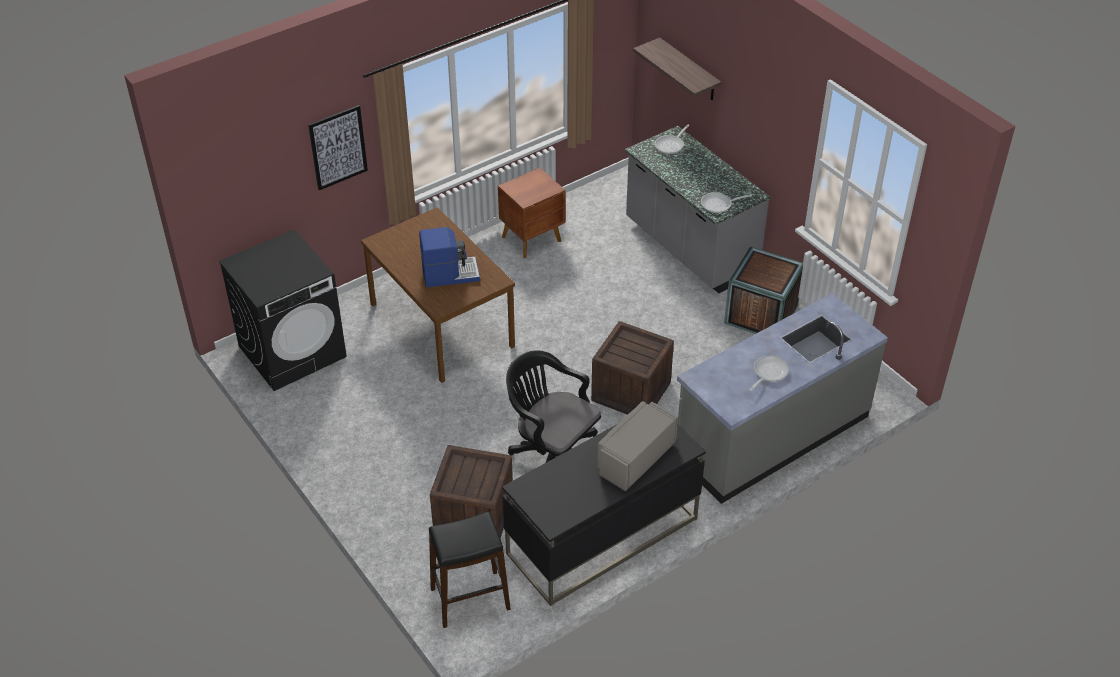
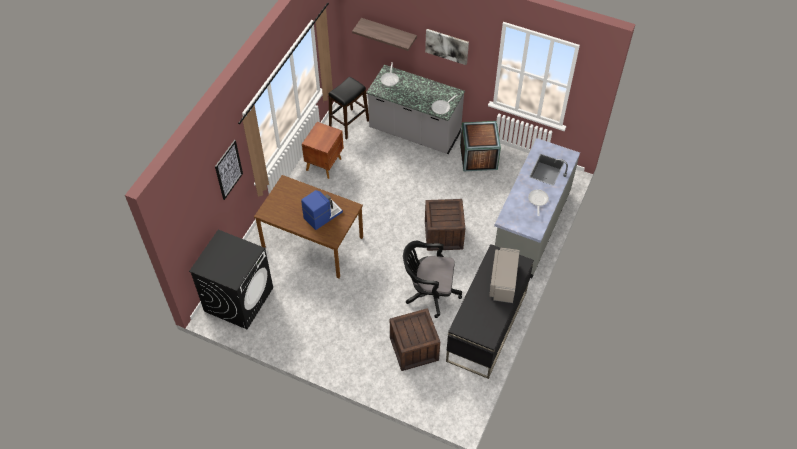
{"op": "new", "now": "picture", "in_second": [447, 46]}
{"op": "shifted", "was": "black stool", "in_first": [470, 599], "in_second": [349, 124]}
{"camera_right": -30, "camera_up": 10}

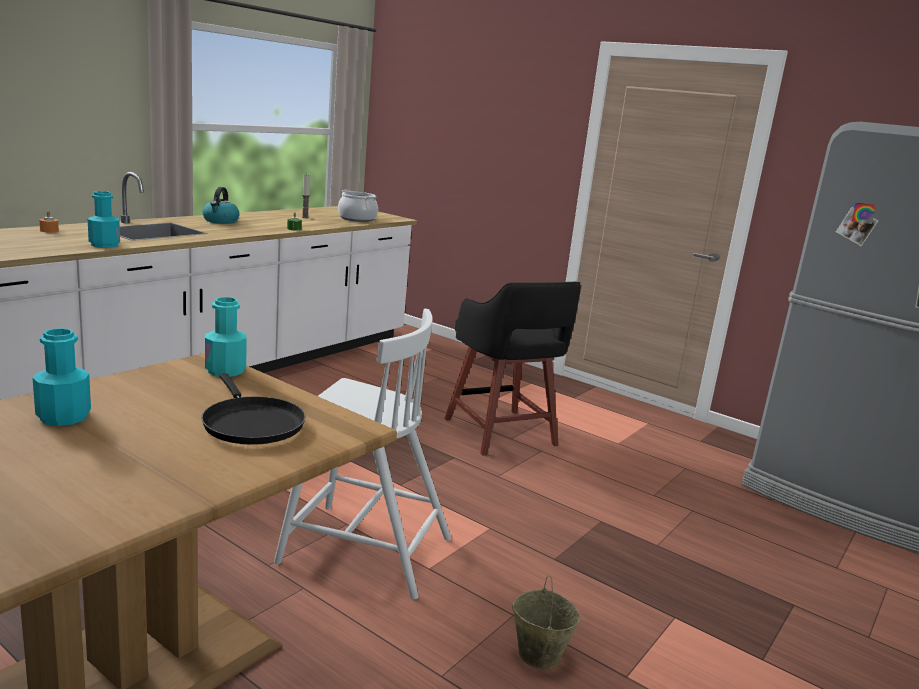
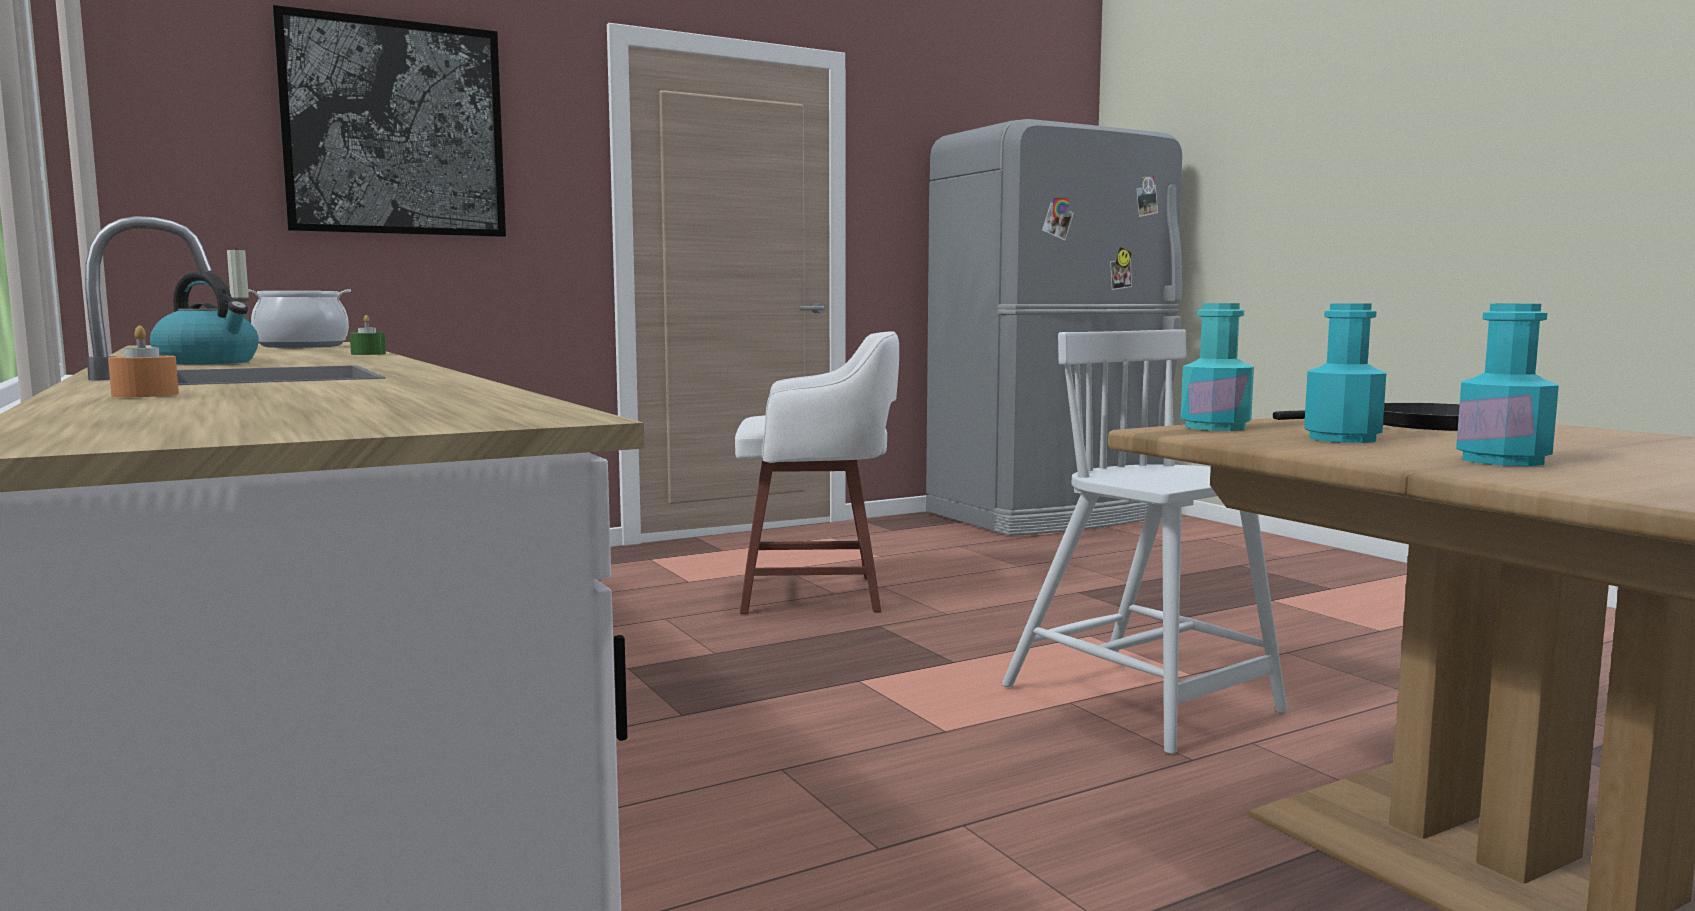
{"op": "gone", "was": "beige bucket", "in_first": [538, 653]}
{"op": "new", "now": "picture", "in_second": [394, 128]}
{"op": "shifted", "was": "turquoise bottle", "in_first": [104, 245], "in_second": [1342, 438]}
{"op": "repainted", "was": "black stool", "now": "white stool", "in_first": [501, 434], "in_second": [816, 595]}
{"op": "rotated", "was": "white chair", "in_first": [363, 549], "in_second": [1143, 700], "clockwise": -75}
{"camera_right": -65, "camera_up": -10}

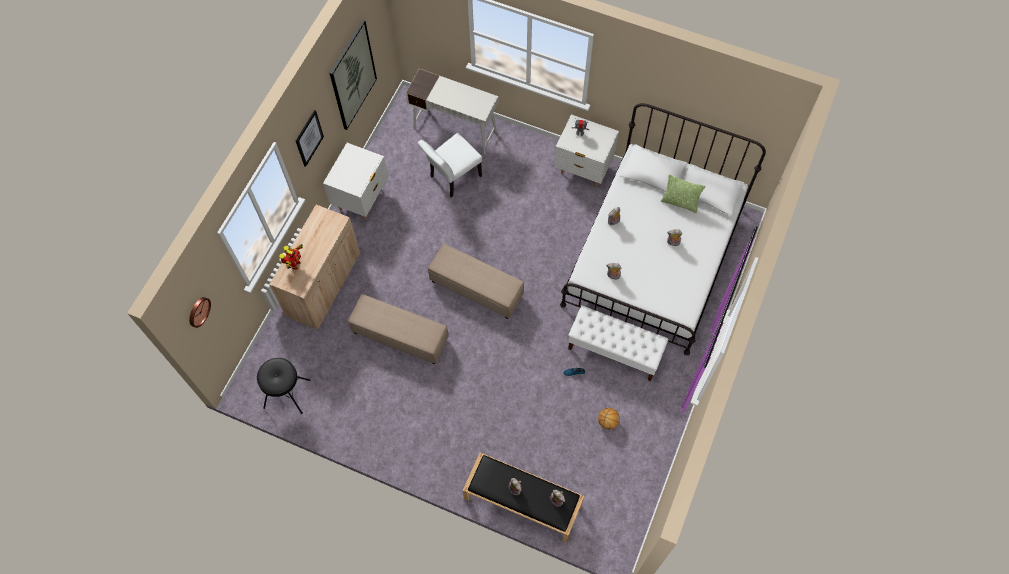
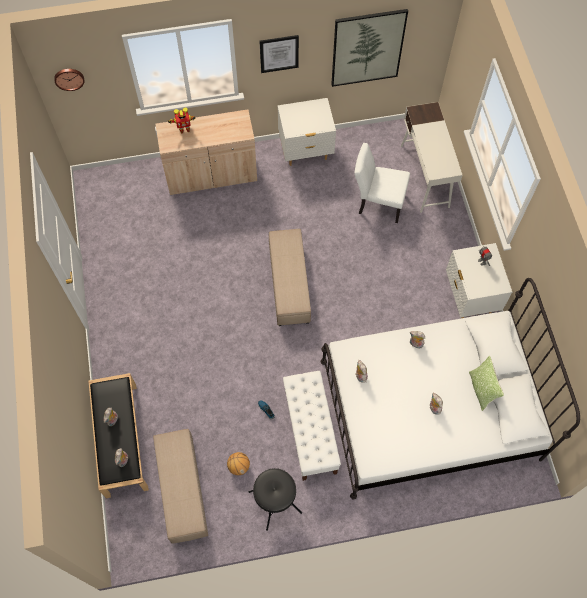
{"op": "shifted", "was": "black stool", "in_first": [287, 393], "in_second": [275, 502]}
{"op": "shifted", "was": "beige ottoman", "in_first": [400, 335], "in_second": [183, 490]}
{"camera_right": 55, "camera_up": 0}

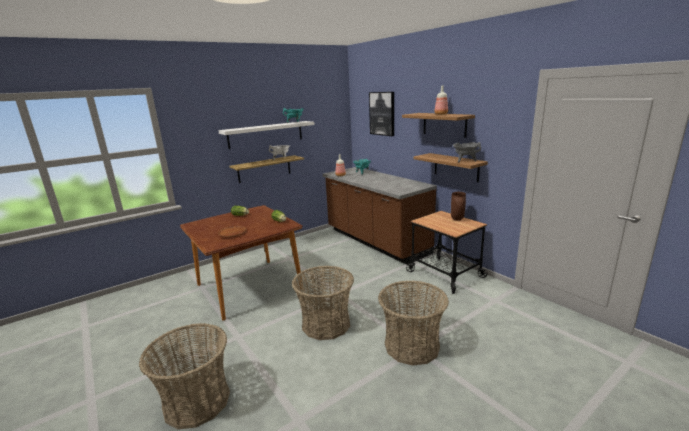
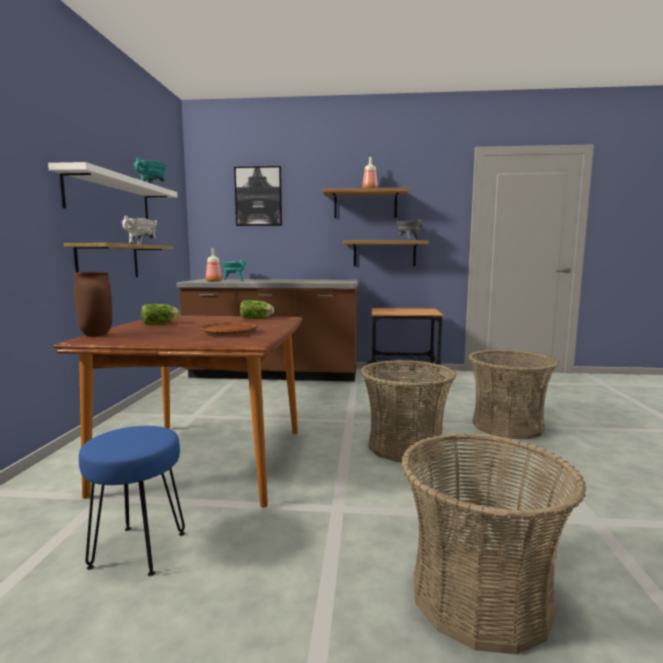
{"op": "new", "now": "blue stool", "in_second": [137, 550]}
{"op": "shifted", "was": "brown vase", "in_first": [457, 219], "in_second": [97, 335]}
{"camera_right": -50, "camera_up": -10}

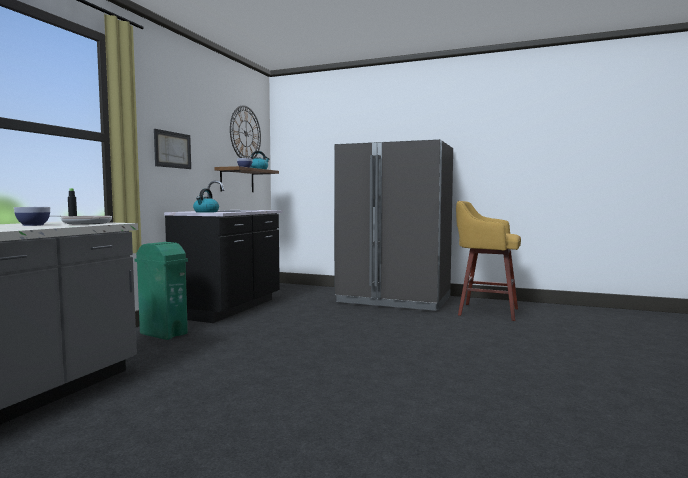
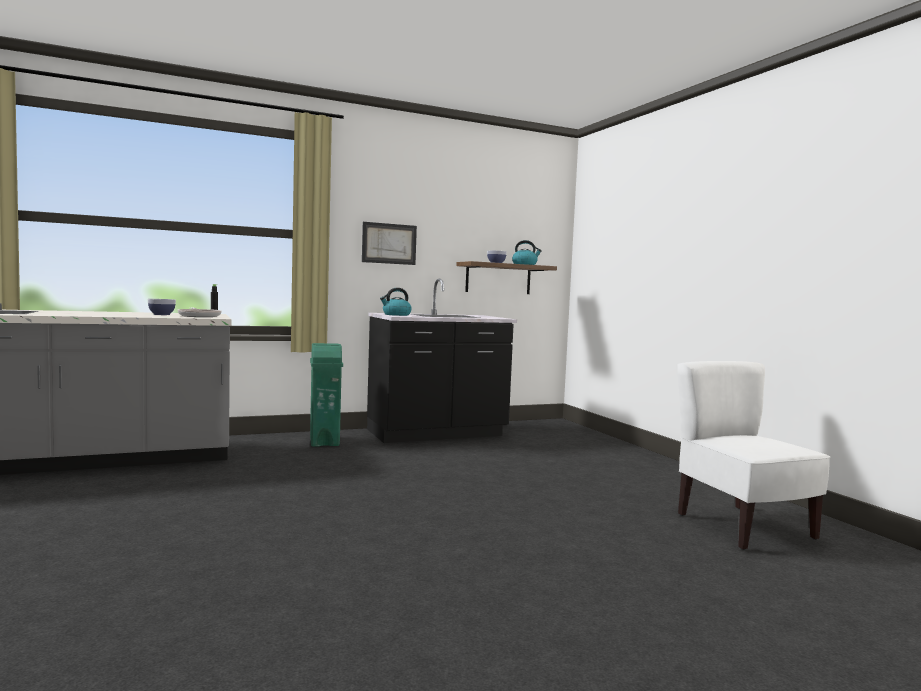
{"op": "gone", "was": "wall clock", "in_first": [245, 133]}
{"op": "gone", "was": "grey fridge", "in_first": [394, 300]}
{"op": "swapped", "was": "yellow stool", "now": "white chair", "in_first": [486, 311], "in_second": [742, 527]}
{"camera_right": 45, "camera_up": 0}

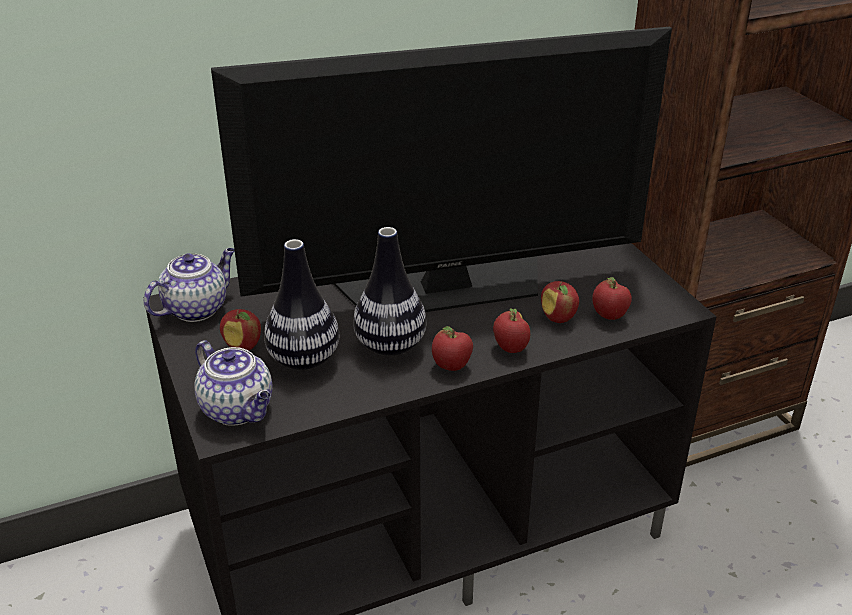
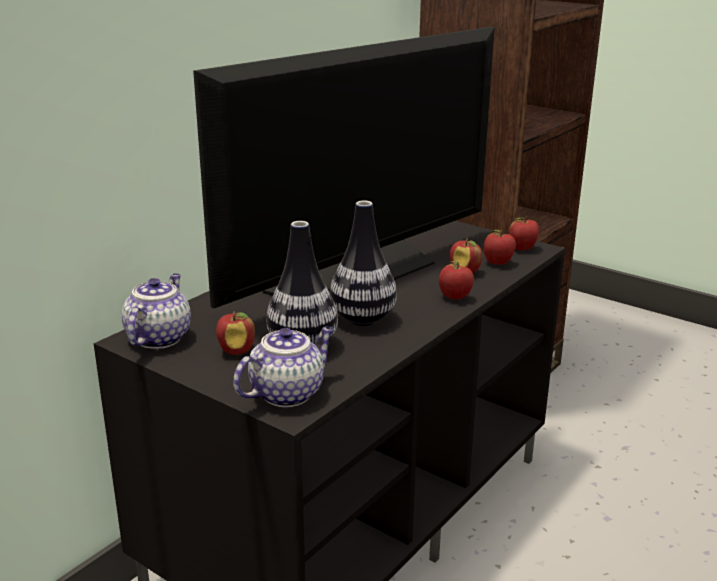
{"op": "shifted", "was": "apple", "in_first": [451, 367], "in_second": [522, 249]}
{"op": "rotated", "was": "teapot", "in_first": [239, 410], "in_second": [287, 393], "clockwise": -60}
{"camera_right": -30, "camera_up": -10}

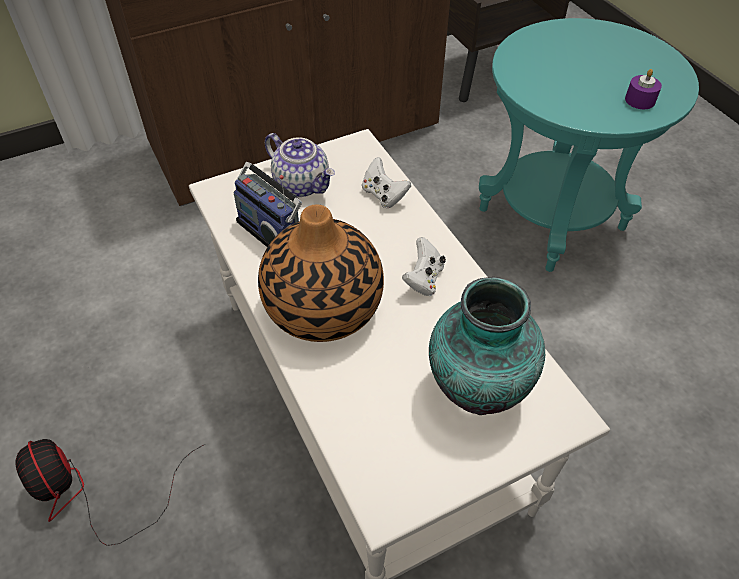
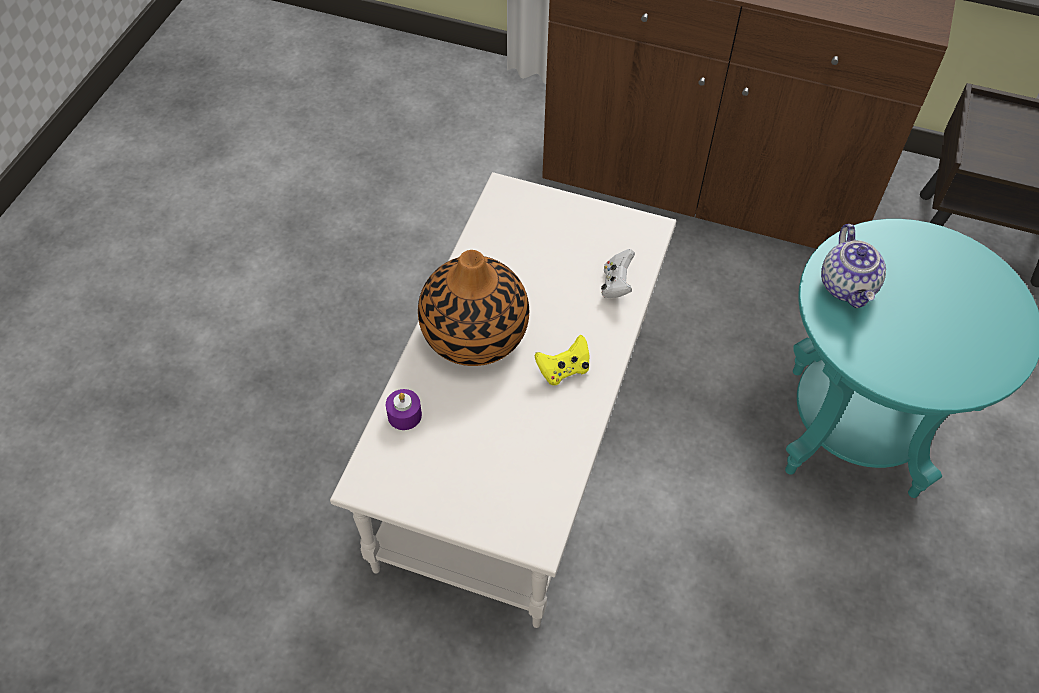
{"op": "gone", "was": "fan", "in_first": [90, 493]}
{"op": "gone", "was": "radio", "in_first": [272, 232]}
{"op": "gone", "was": "vase", "in_first": [475, 389]}
{"op": "shifted", "was": "teapot", "in_first": [302, 184], "in_second": [848, 286]}
{"op": "shifted", "was": "purple candle", "in_first": [640, 100], "in_second": [404, 415]}
{"op": "repainted", "was": "white game controller", "now": "yellow game controller", "in_first": [423, 279], "in_second": [563, 370]}
{"camera_right": 45, "camera_up": 5}

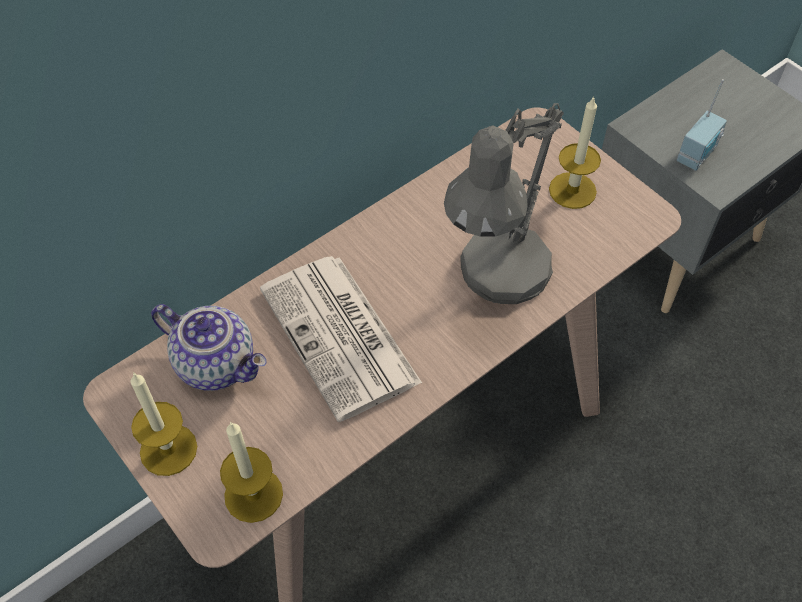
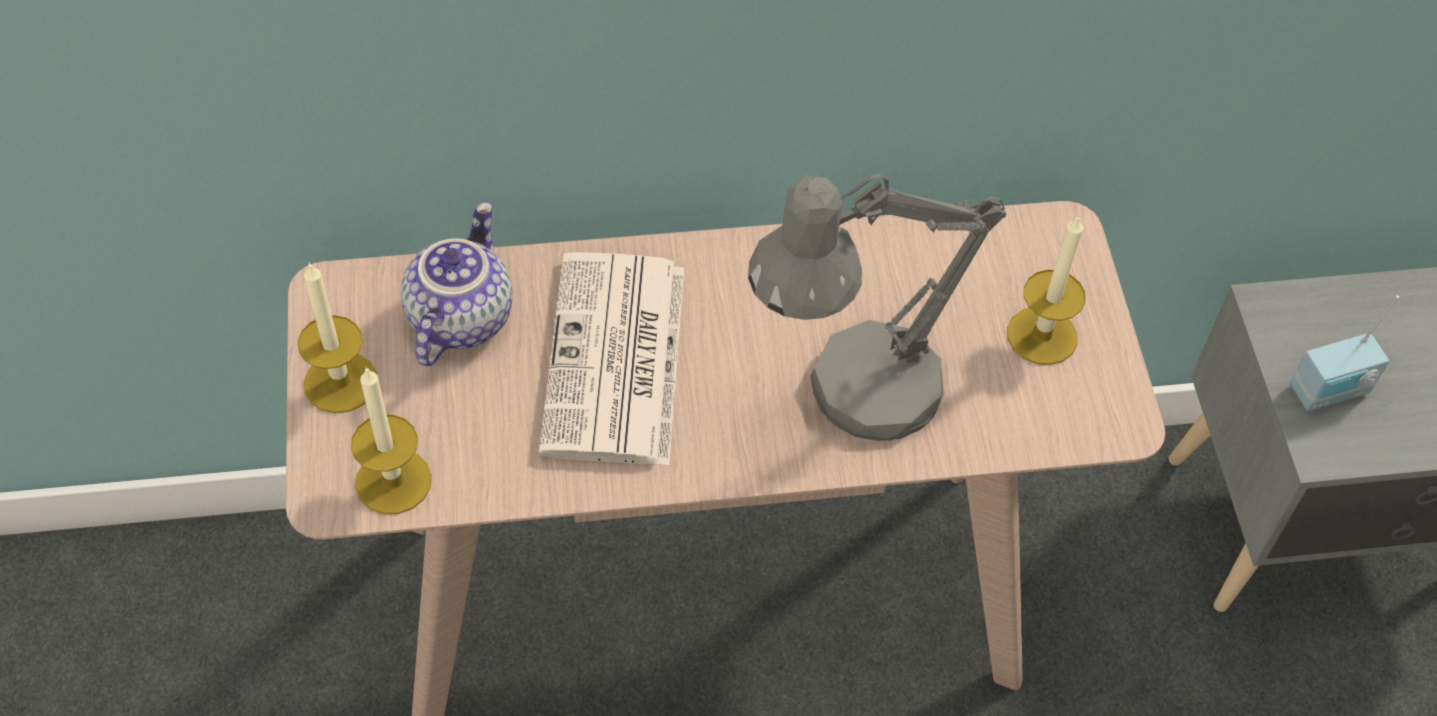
{"op": "rotated", "was": "teapot", "in_first": [218, 363], "in_second": [458, 317], "clockwise": -135}
{"camera_right": 30, "camera_up": 0}

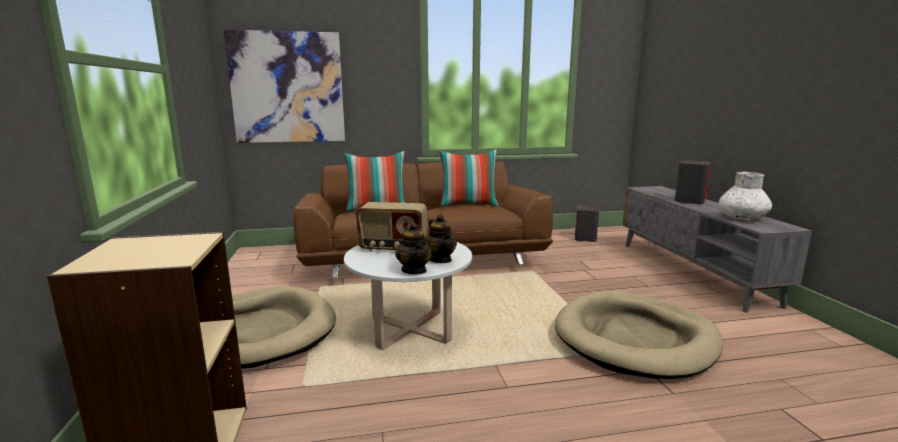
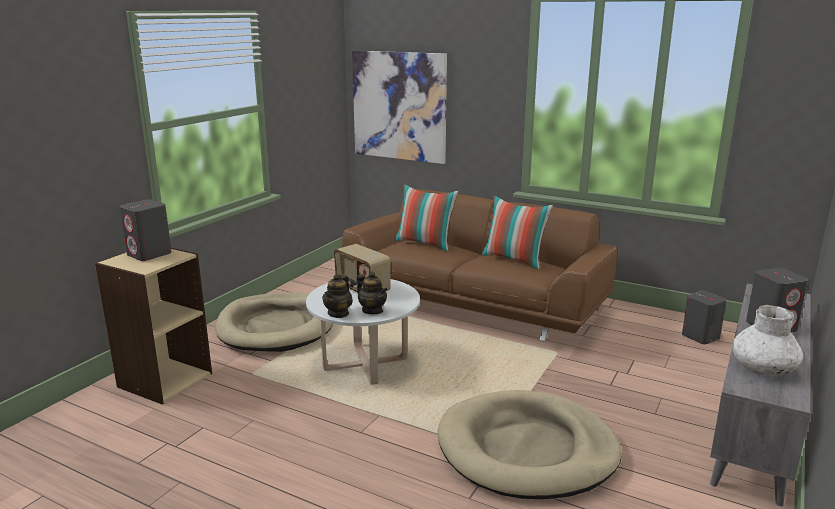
{"op": "new", "now": "grey speaker", "in_second": [149, 254]}
{"op": "rotated", "was": "teapot", "in_first": [440, 259], "in_second": [372, 310], "clockwise": -60}
{"camera_right": 40, "camera_up": 5}

